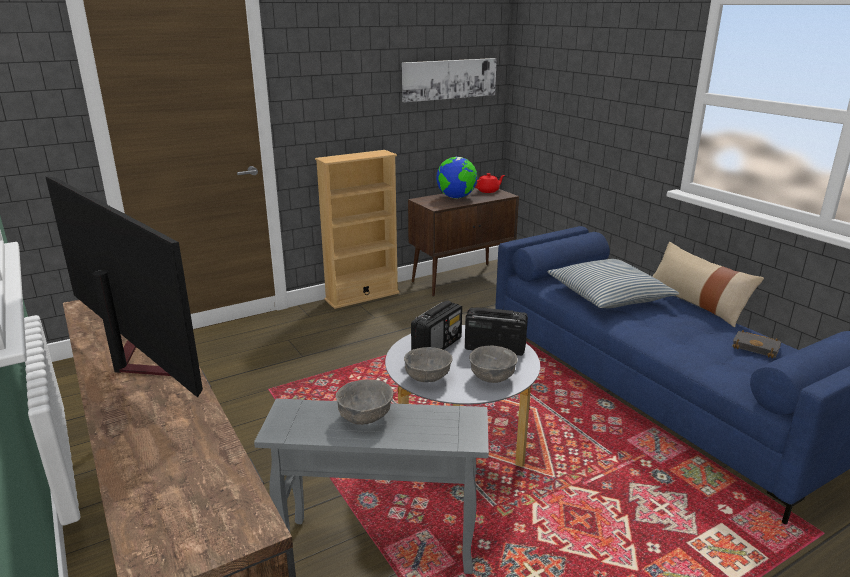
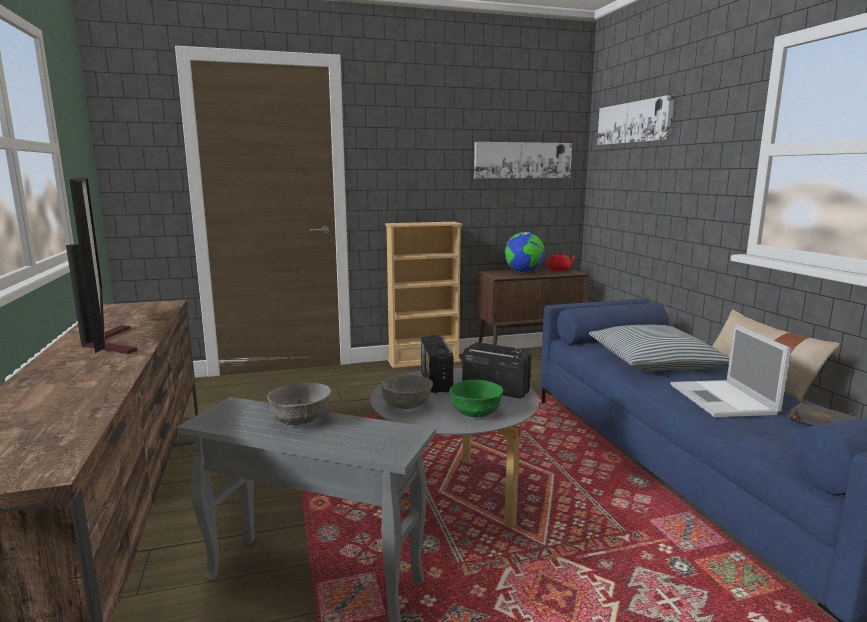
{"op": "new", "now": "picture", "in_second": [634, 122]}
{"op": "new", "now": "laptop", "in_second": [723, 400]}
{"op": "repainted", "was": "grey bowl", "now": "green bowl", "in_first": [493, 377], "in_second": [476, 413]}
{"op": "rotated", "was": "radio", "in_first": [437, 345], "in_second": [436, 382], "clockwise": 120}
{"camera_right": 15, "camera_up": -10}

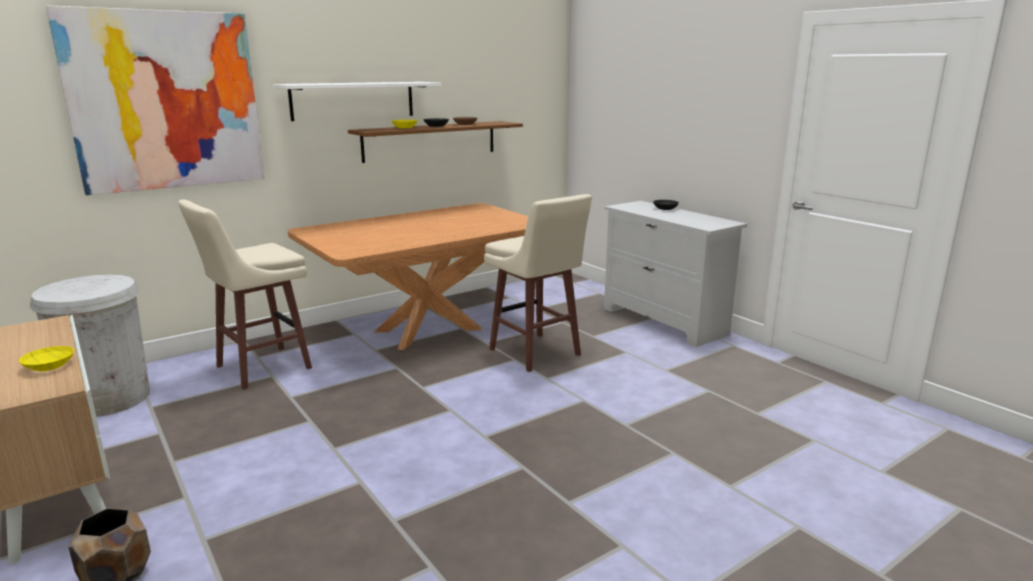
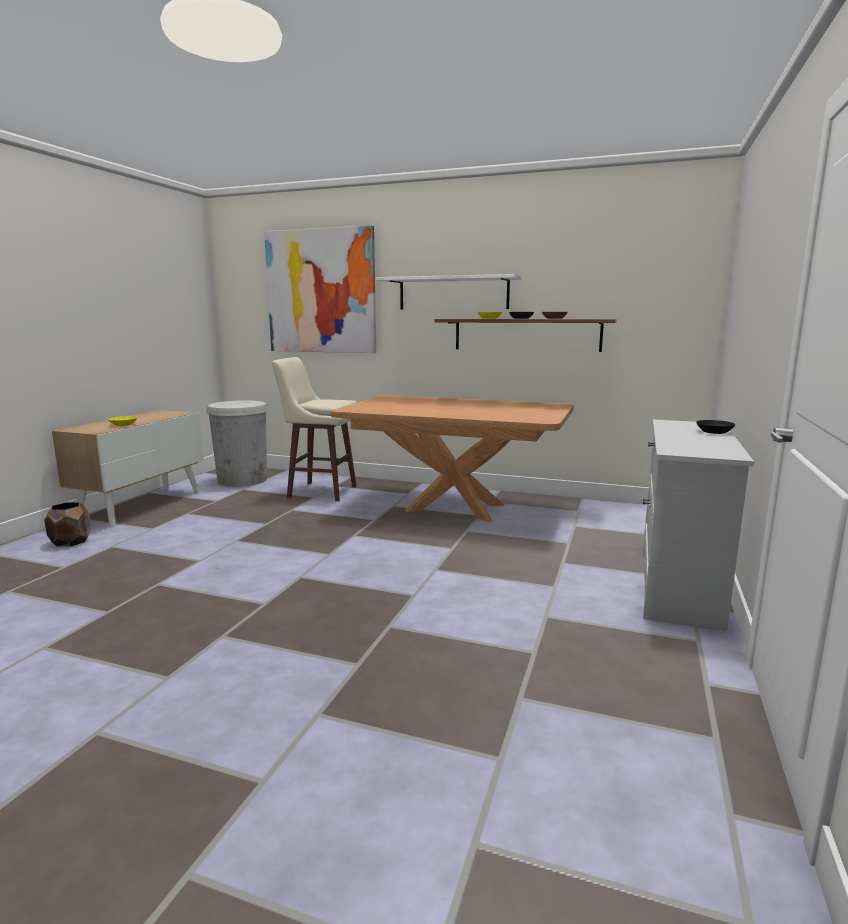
{"op": "gone", "was": "beige stool", "in_first": [535, 353]}
{"camera_right": 55, "camera_up": -5}

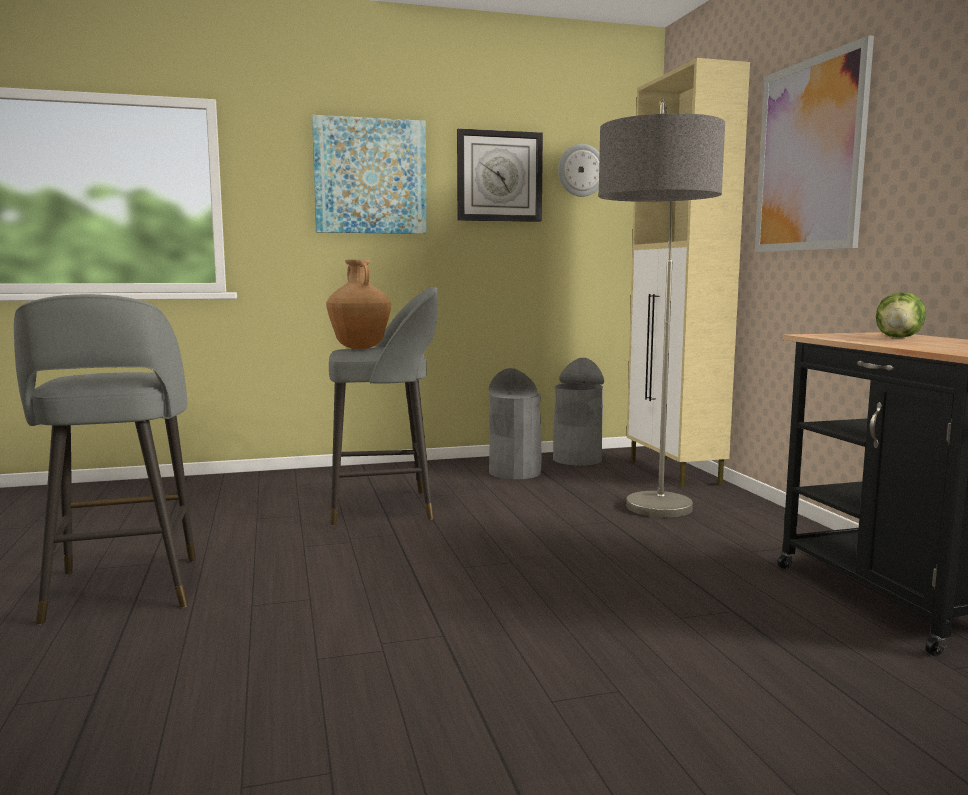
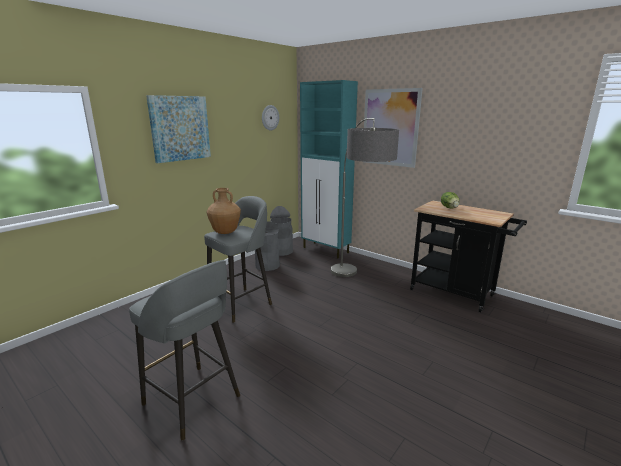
{"op": "gone", "was": "wall clock", "in_first": [499, 176]}
{"op": "repainted", "was": "beige cabinet", "now": "turquoise cabinet", "in_first": [674, 473], "in_second": [326, 250]}
{"camera_right": -35, "camera_up": 10}

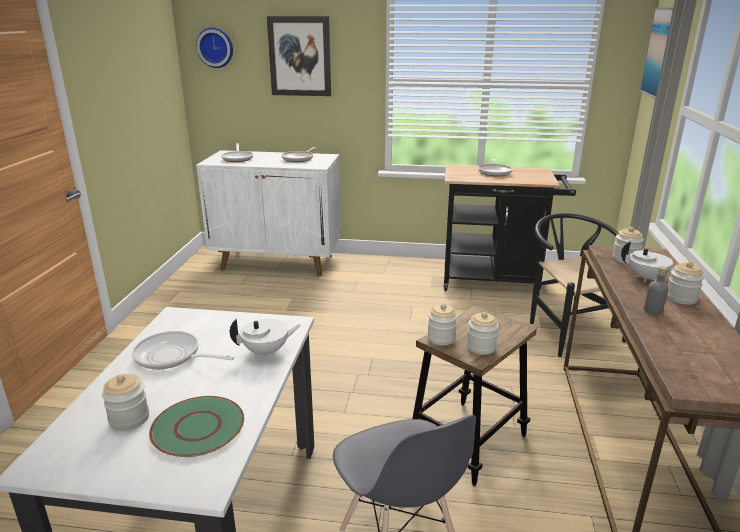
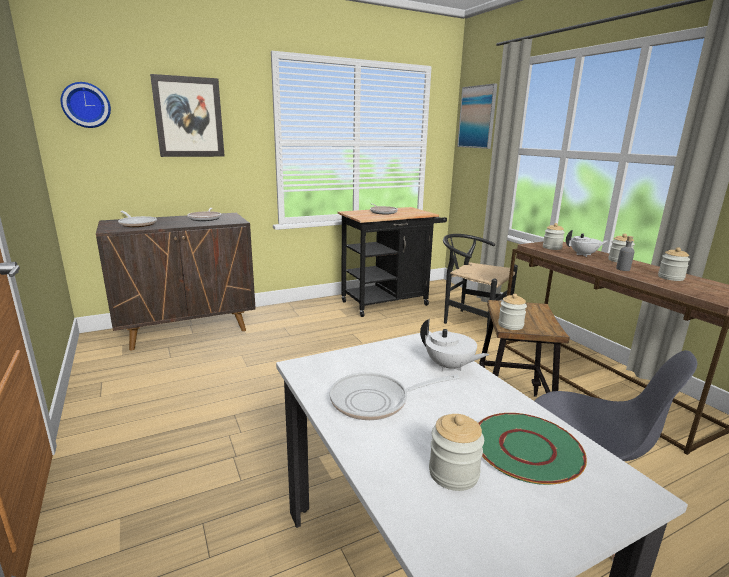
{"op": "shifted", "was": "jar", "in_first": [481, 347], "in_second": [670, 277]}
{"op": "repainted", "was": "white cabinet", "now": "brown cabinet", "in_first": [278, 262], "in_second": [188, 329]}
{"op": "rotated", "was": "white teapot", "in_first": [266, 352], "in_second": [449, 367], "clockwise": 90}
{"camera_right": -35, "camera_up": -5}

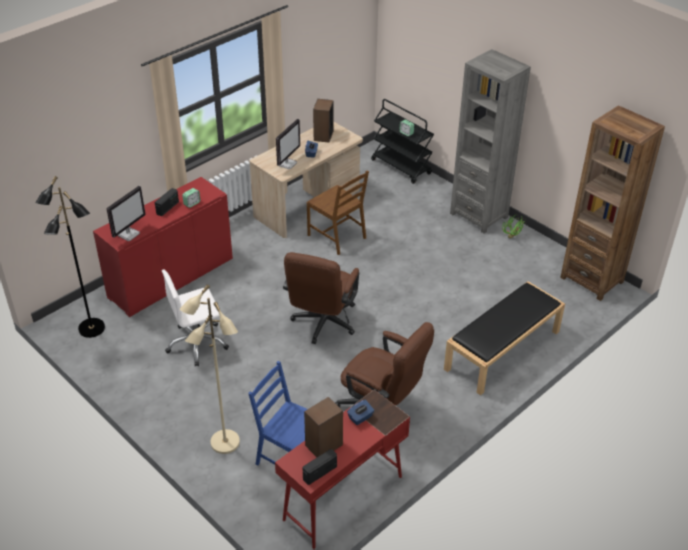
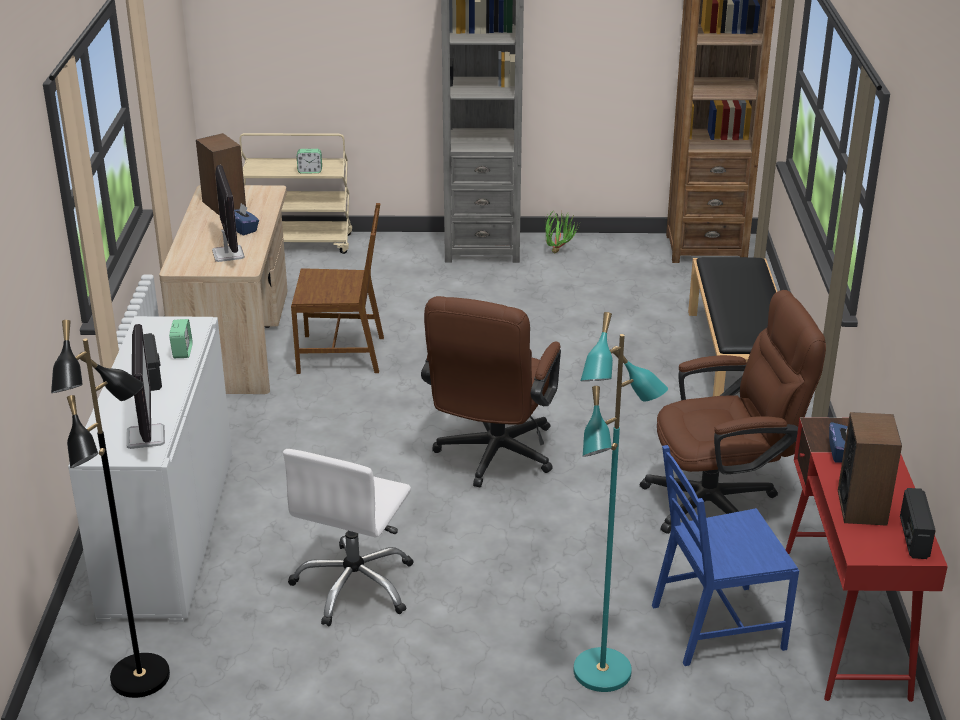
{"op": "repainted", "was": "red cabinet", "now": "white cabinet", "in_first": [171, 278], "in_second": [169, 533]}
{"op": "repainted", "was": "beige floor lamp", "now": "turquoise floor lamp", "in_first": [224, 443], "in_second": [603, 673]}
{"op": "repainted", "was": "black cart", "now": "beige cart", "in_first": [401, 167], "in_second": [299, 243]}
{"op": "rotated", "was": "brown office chair", "in_first": [322, 325], "in_second": [492, 458], "clockwise": 45}
{"camera_right": -45, "camera_up": -10}

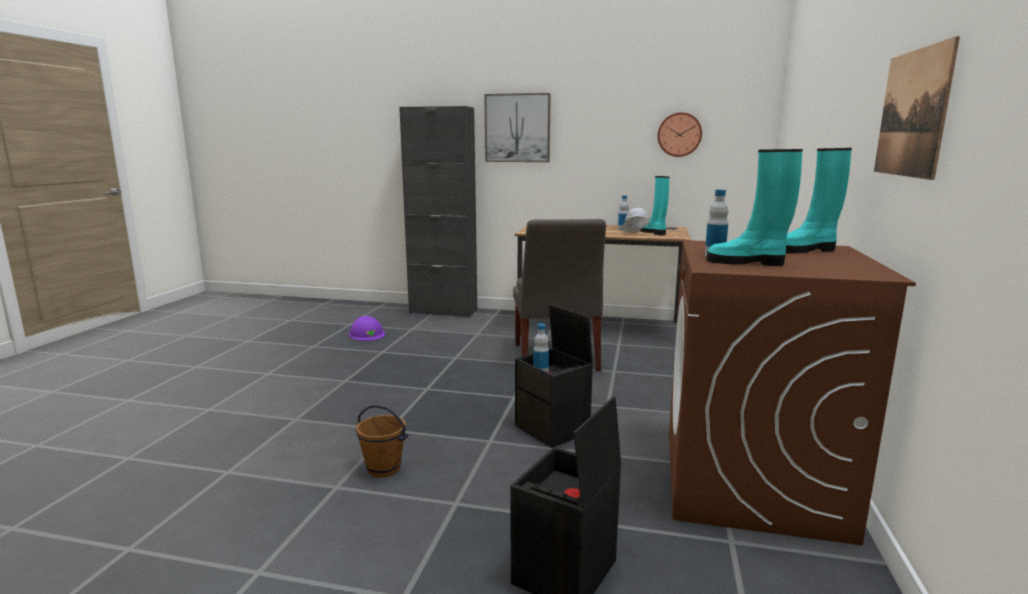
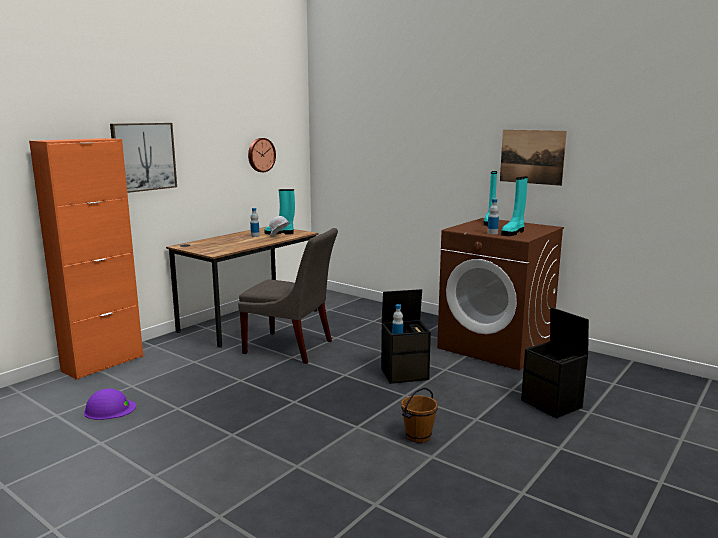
{"op": "repainted", "was": "black cabinet", "now": "orange cabinet", "in_first": [443, 311], "in_second": [103, 363]}
{"camera_right": -65, "camera_up": 0}

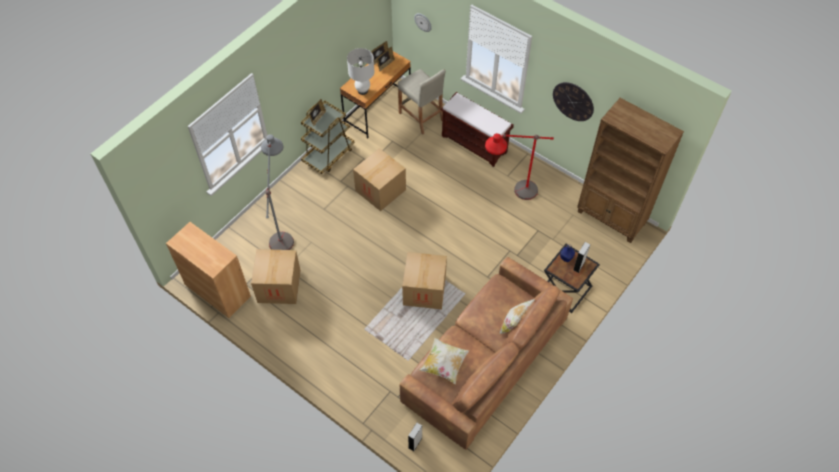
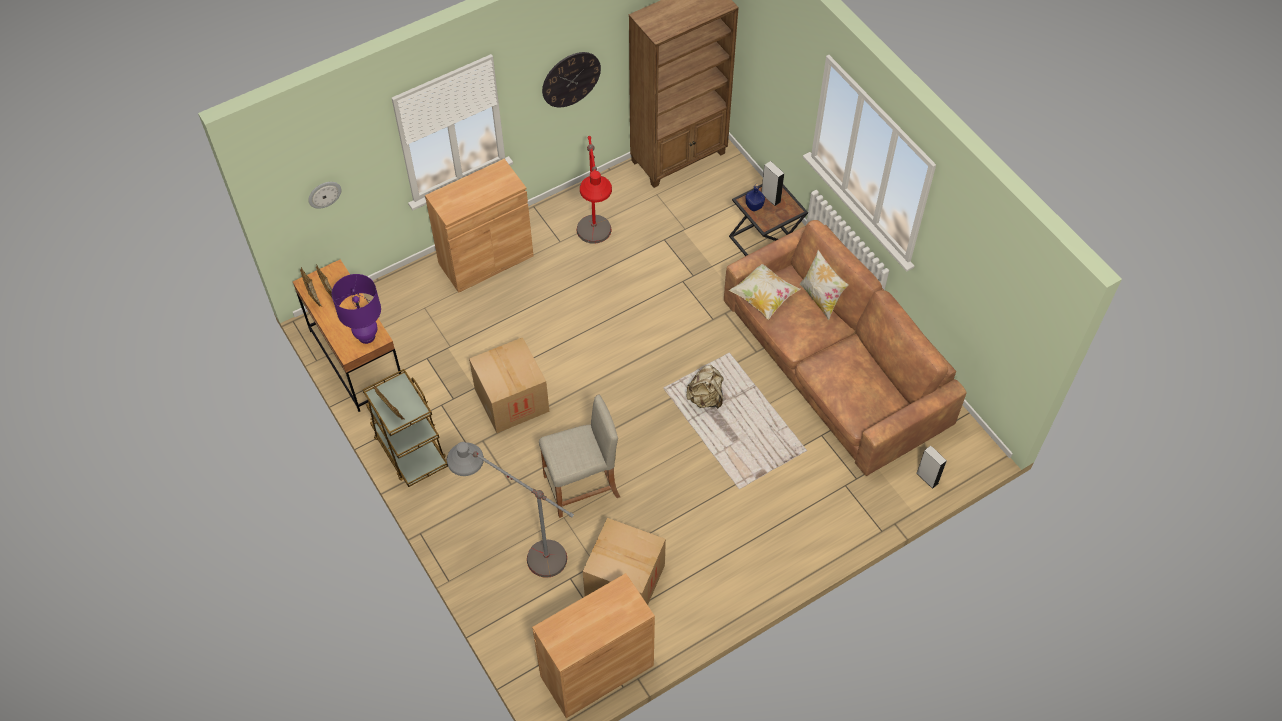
{"op": "shifted", "was": "beige stool", "in_first": [421, 116], "in_second": [582, 487]}
{"op": "shifted", "was": "pillow", "in_first": [444, 364], "in_second": [763, 297]}
{"op": "swapped", "was": "cardboard box", "now": "beige backpack", "in_first": [424, 290], "in_second": [705, 398]}
{"op": "swapped", "was": "brown bench", "now": "brown cabinet", "in_first": [475, 144], "in_second": [486, 259]}
{"op": "repainted", "was": "white table lamp", "now": "purple table lamp", "in_first": [362, 91], "in_second": [366, 336]}
{"camera_right": -70, "camera_up": 0}

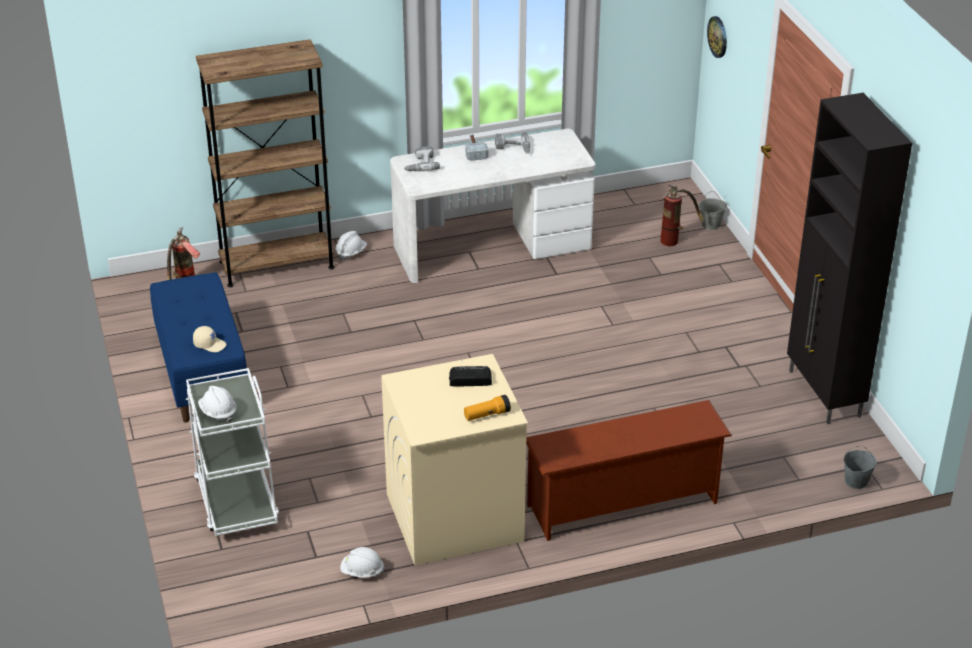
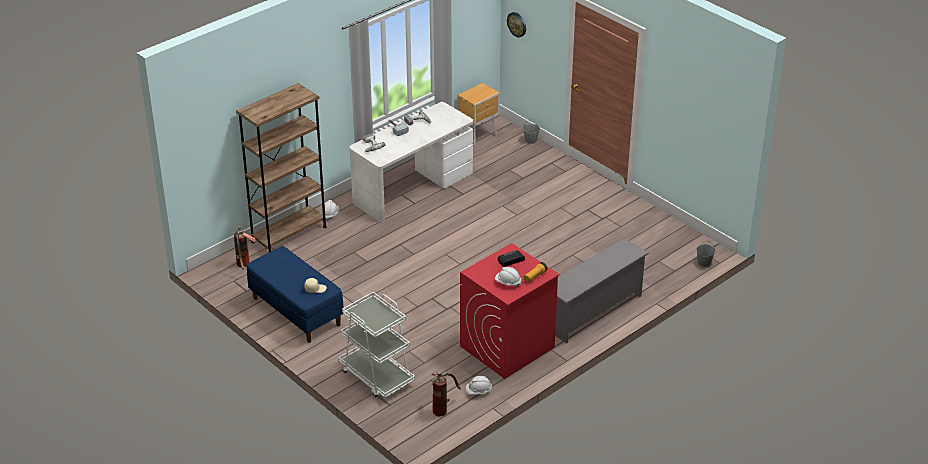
{"op": "gone", "was": "black cabinet", "in_first": [824, 394]}
{"op": "new", "now": "brown nightstand", "in_second": [479, 136]}
{"op": "shifted", "was": "white hard hat", "in_first": [218, 412], "in_second": [508, 282]}
{"op": "shifted", "was": "fire extinguisher", "in_first": [675, 239], "in_second": [443, 408]}
{"op": "repainted", "was": "beige washing machine", "now": "red washing machine", "in_first": [453, 518], "in_second": [507, 347]}
{"op": "repainted", "was": "brown shoe rack", "now": "grey shoe rack", "in_first": [623, 505], "in_second": [593, 312]}
{"camera_right": -25, "camera_up": 0}

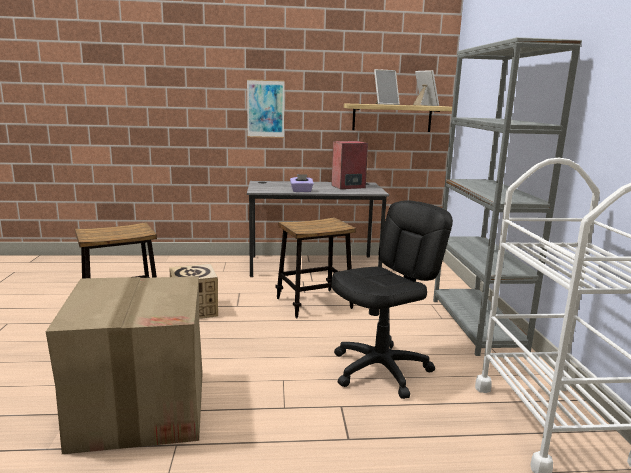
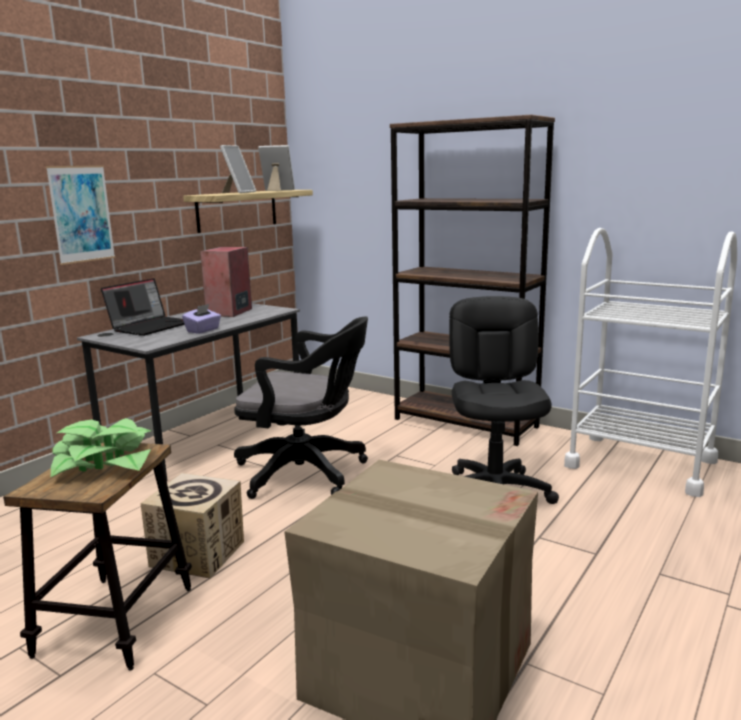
{"op": "new", "now": "potted plant", "in_second": [104, 462]}
{"op": "new", "now": "laptop", "in_second": [151, 326]}
{"op": "swapped", "was": "stool", "now": "black office chair", "in_first": [314, 303], "in_second": [307, 473]}
{"op": "repainted", "was": "grey bookcase", "now": "brown bookcase", "in_first": [476, 325], "in_second": [465, 423]}
{"camera_right": -50, "camera_up": 0}

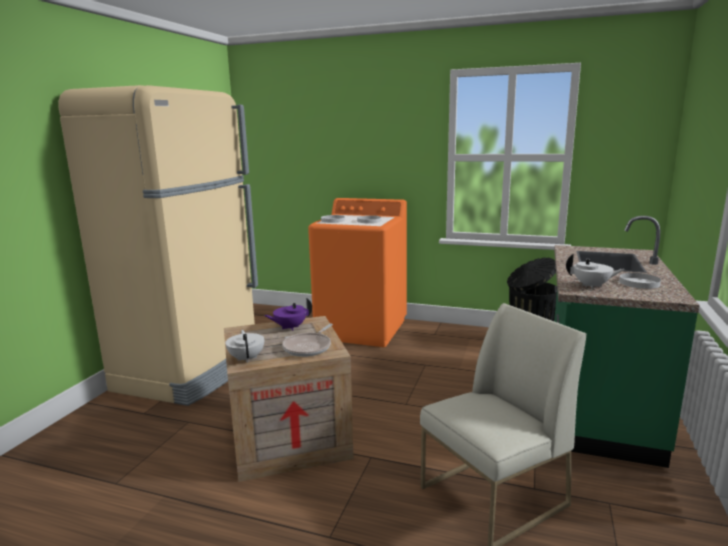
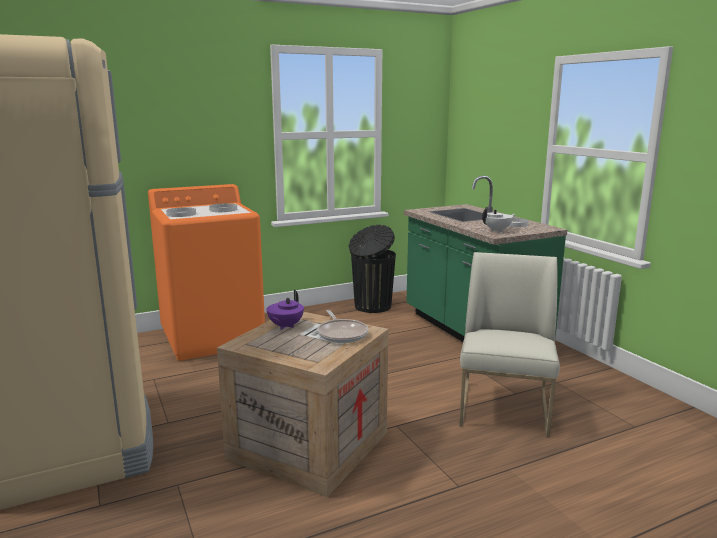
{"op": "gone", "was": "white teapot", "in_first": [247, 358]}
{"camera_right": -45, "camera_up": 0}

